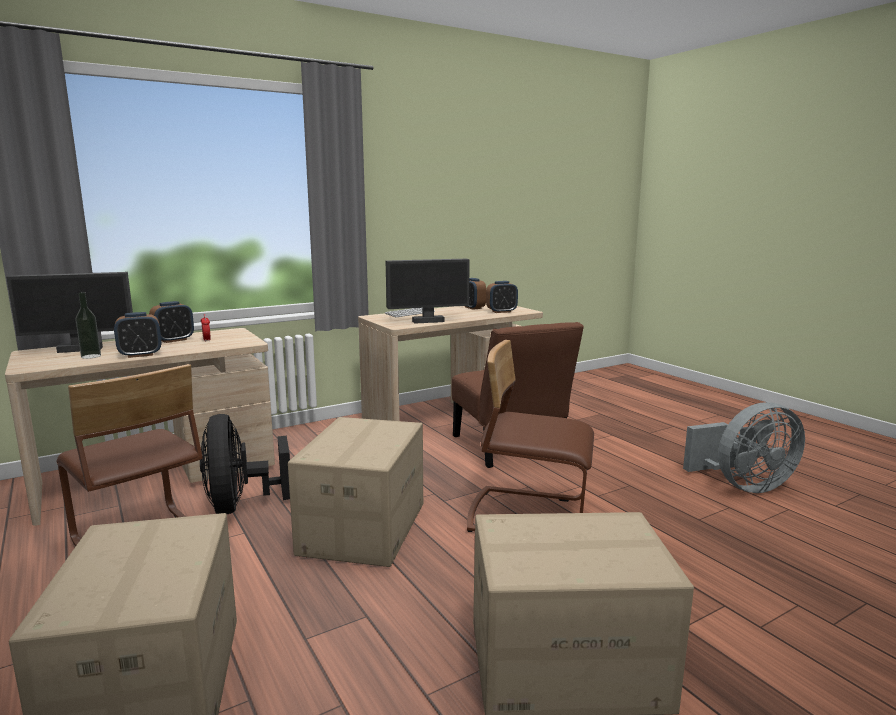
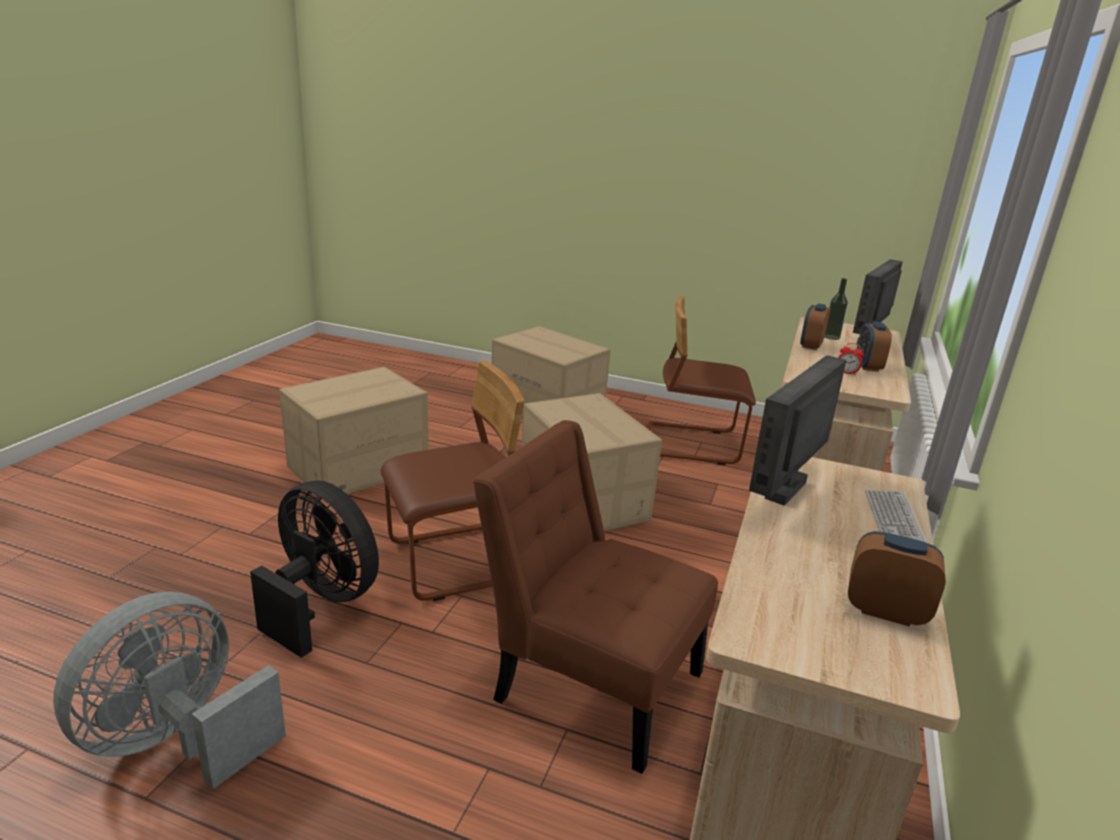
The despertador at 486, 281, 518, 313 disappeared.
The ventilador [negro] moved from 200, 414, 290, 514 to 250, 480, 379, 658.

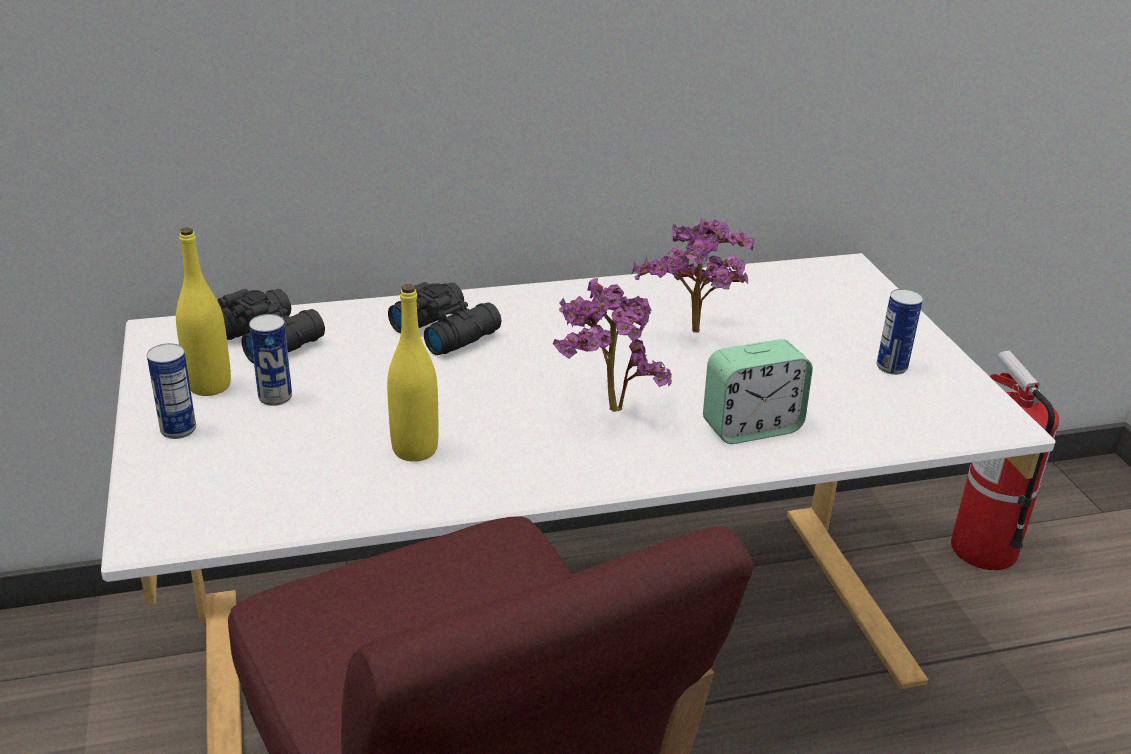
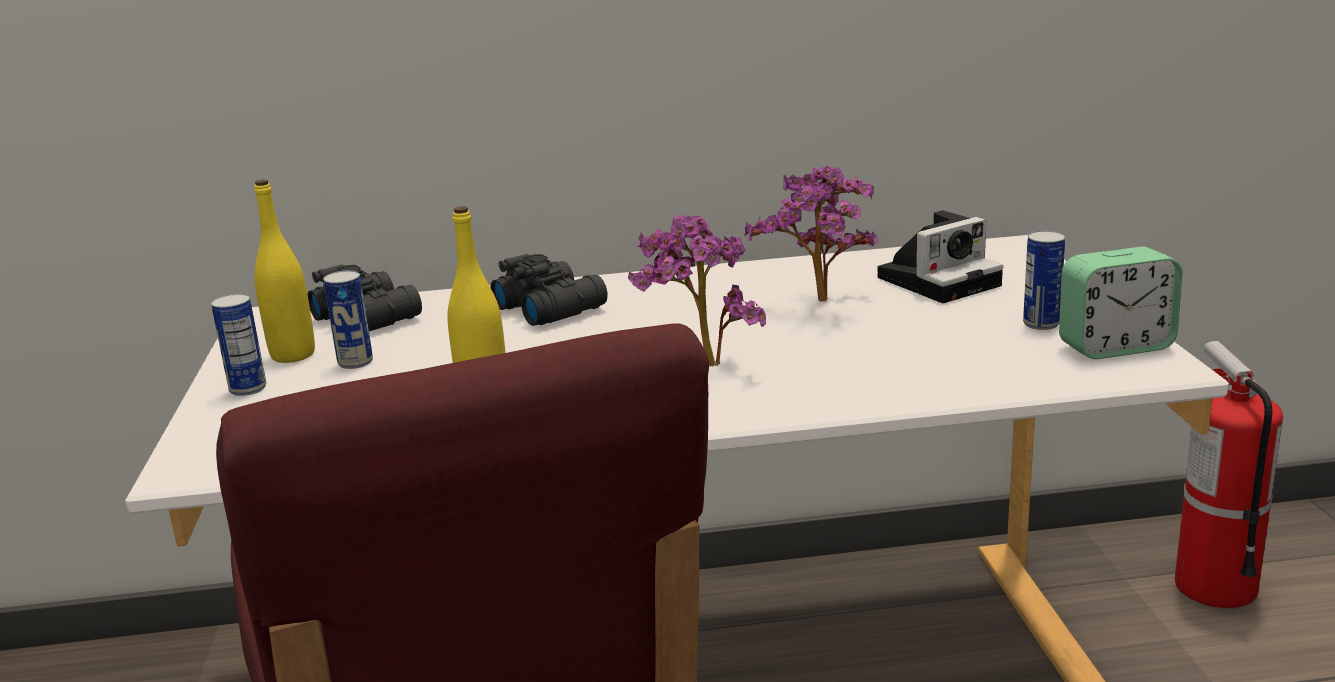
The despertador moved from 703, 339, 813, 444 to 1059, 247, 1182, 359.
The cámara at 878, 210, 1003, 303 appeared.

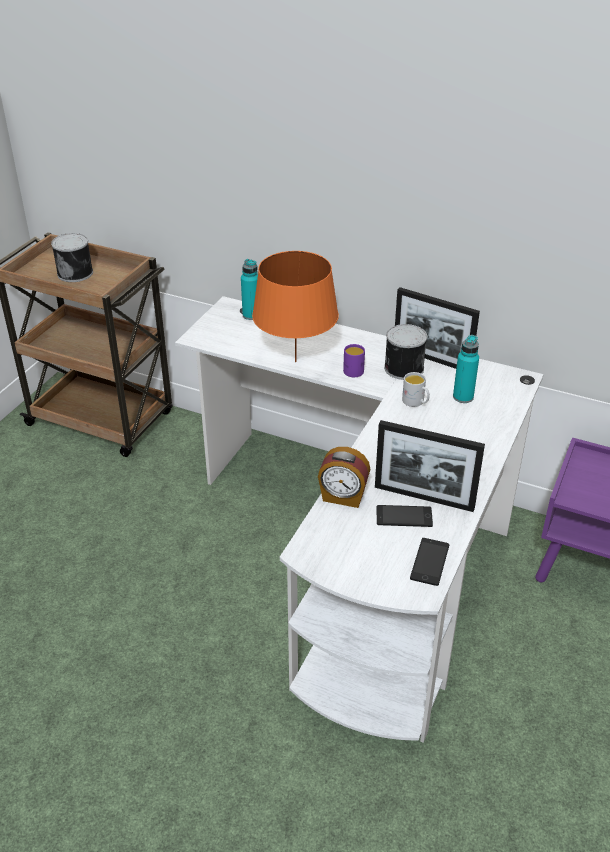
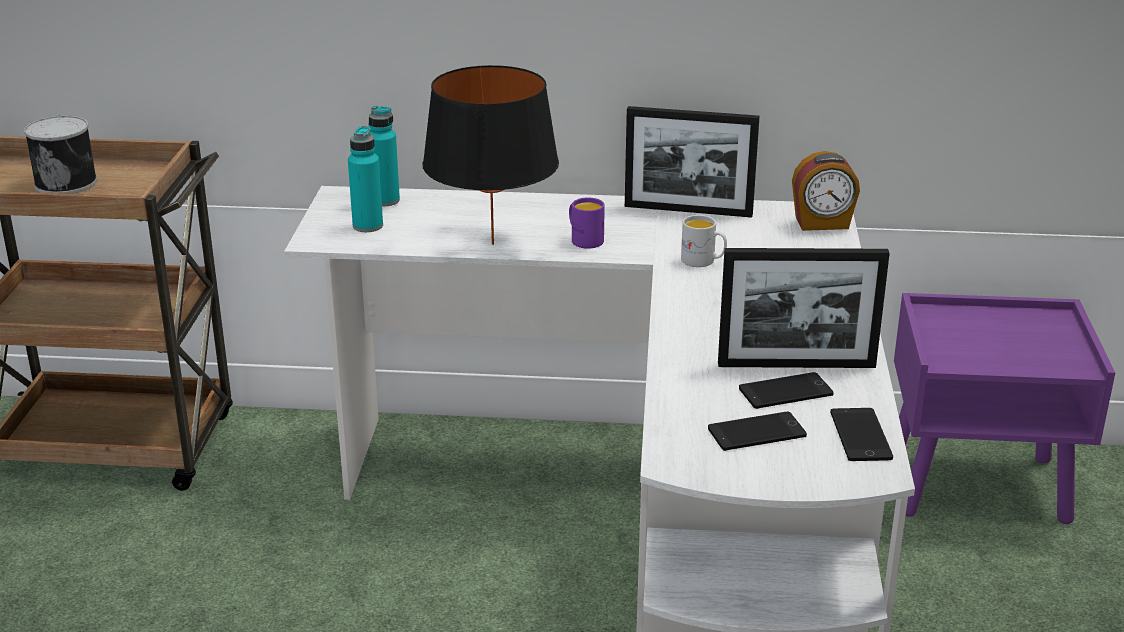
The lámpara de mesa [naranja] at 252, 251, 339, 362 became the lámpara de mesa [negro] at 423, 65, 559, 245.
The lata at 384, 324, 427, 380 disappeared.
The botella [turquesa] moved from 453, 335, 479, 403 to 348, 126, 383, 232.
The despertador moved from 318, 447, 370, 508 to 792, 151, 860, 231.
The móvil at 708, 411, 807, 451 appeared.

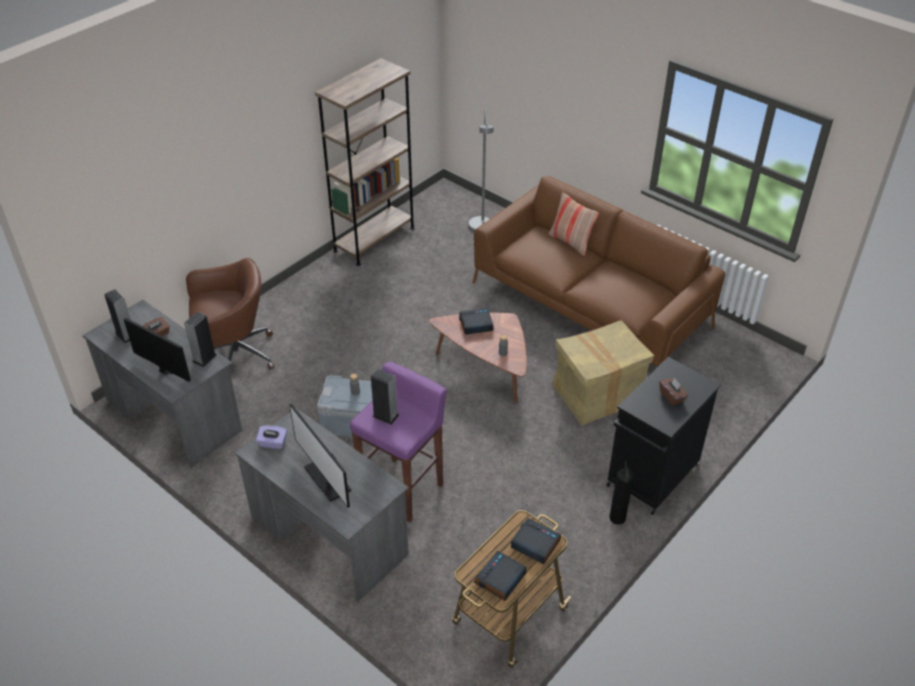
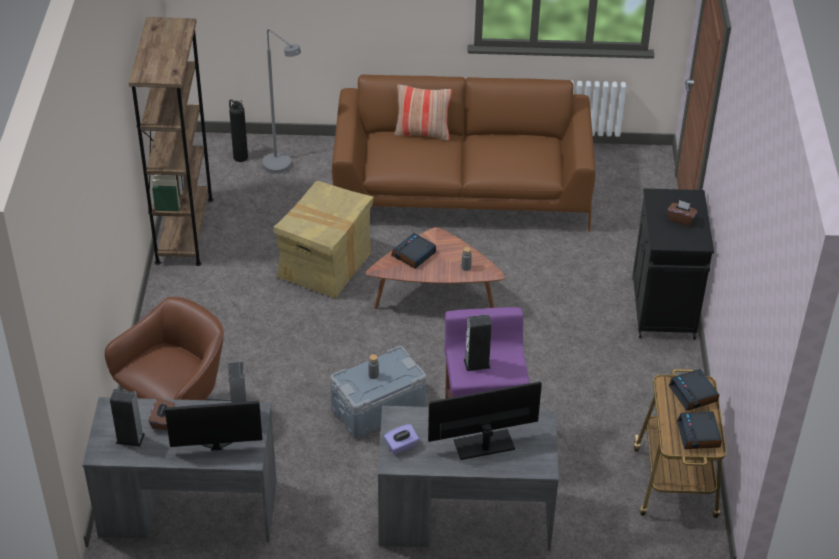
The caja de cartón moved from 552, 320, 654, 426 to 273, 181, 374, 299.
The monitor at 289, 404, 351, 508 turned 150 degrees clockwise.
The extintor moved from 610, 461, 634, 525 to 229, 99, 248, 162.
The despertador at 511, 518, 561, 564 turned 105 degrees counterclockwise.

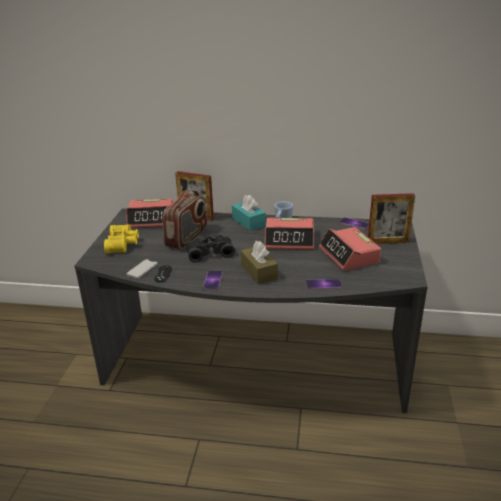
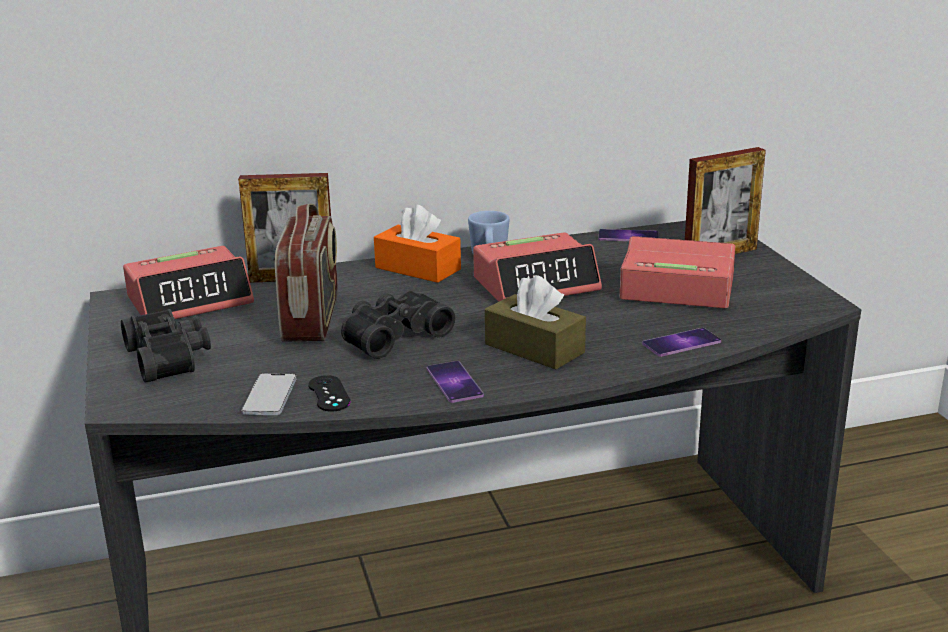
The caja de pañuelos [turquesa] at 232, 195, 266, 231 became the caja de pañuelos [naranja] at 374, 205, 461, 283.
The prismáticos [amarillo] at 104, 224, 139, 253 became the prismáticos [negro] at 121, 309, 211, 383.
The despertador at 319, 227, 381, 271 turned 150 degrees clockwise.

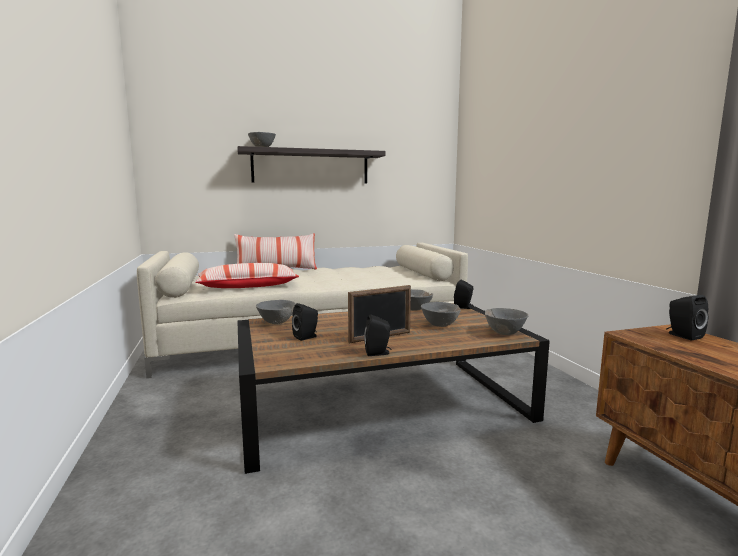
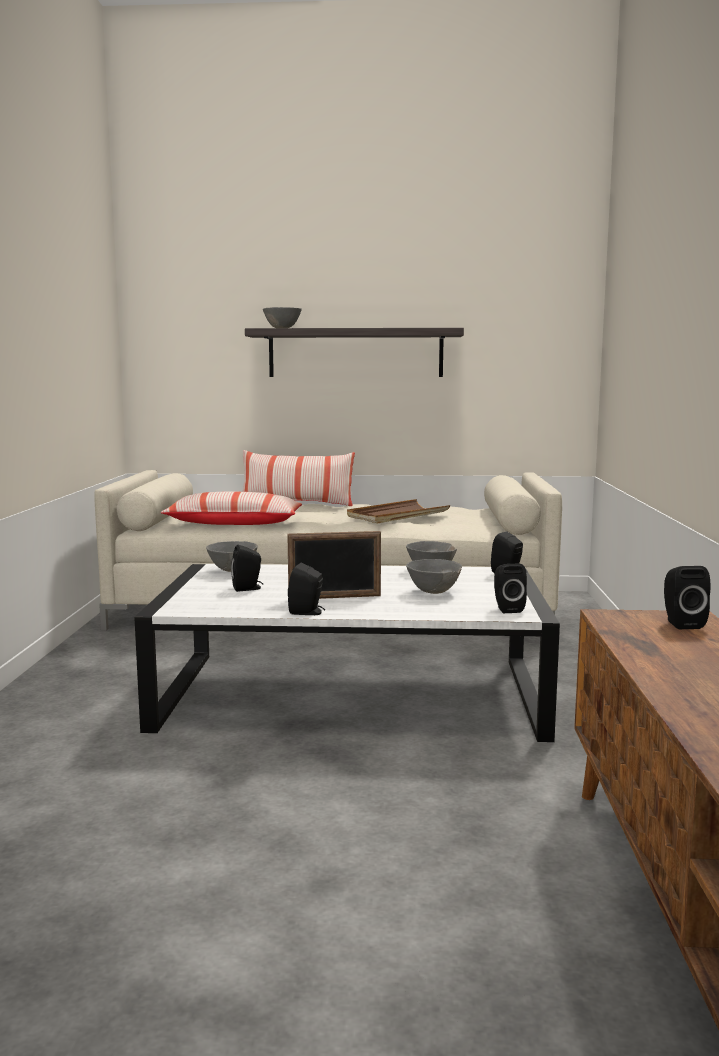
The mesa de centro [marrón] at 237, 303, 550, 474 became the mesa de centro [blanco] at 134, 564, 560, 742.
The cuenco [gris] at 485, 308, 529, 335 was replaced by the altavoz [negro] at 494, 564, 527, 613.
The bandeja [marrón] at 347, 499, 450, 523 appeared.

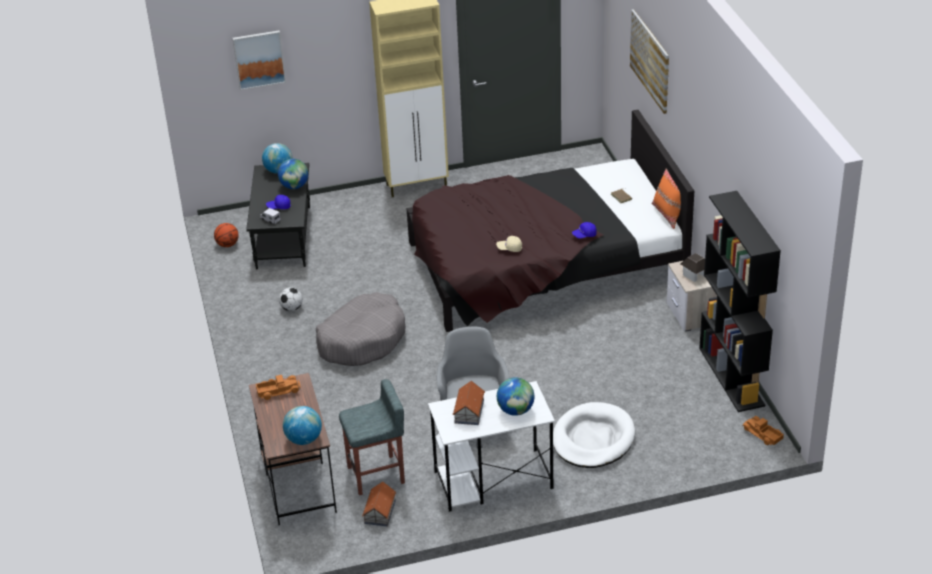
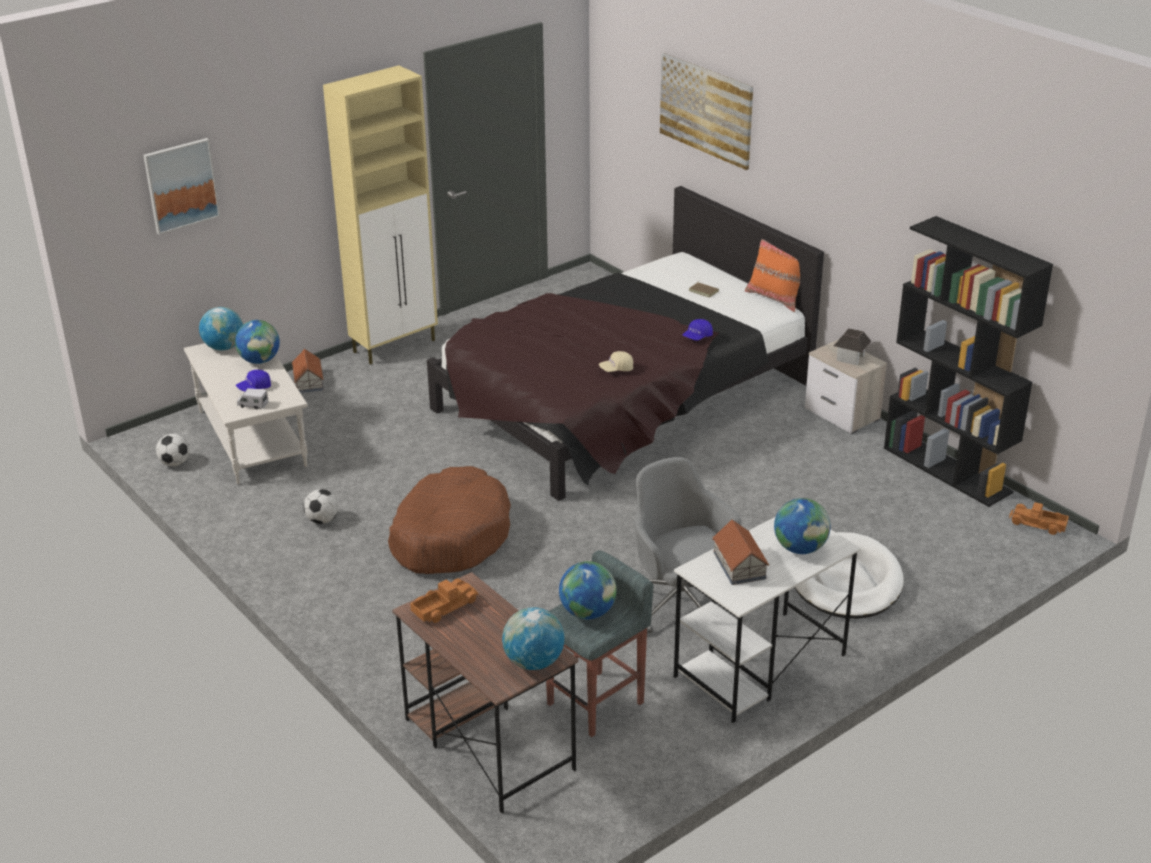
The mesa de centro [negro] at 246, 163, 310, 269 became the mesa de centro [blanco] at 184, 343, 308, 484.
The balón de baloncesto at 214, 223, 239, 247 was replaced by the balón de fútbol at 156, 434, 190, 466.
The cama para perro [gris] at 316, 292, 406, 366 became the cama para perro [marrón] at 388, 466, 511, 574.
The casita moved from 362, 482, 396, 526 to 292, 349, 324, 393.
The globo terráqueo at 559, 561, 617, 619 appeared.

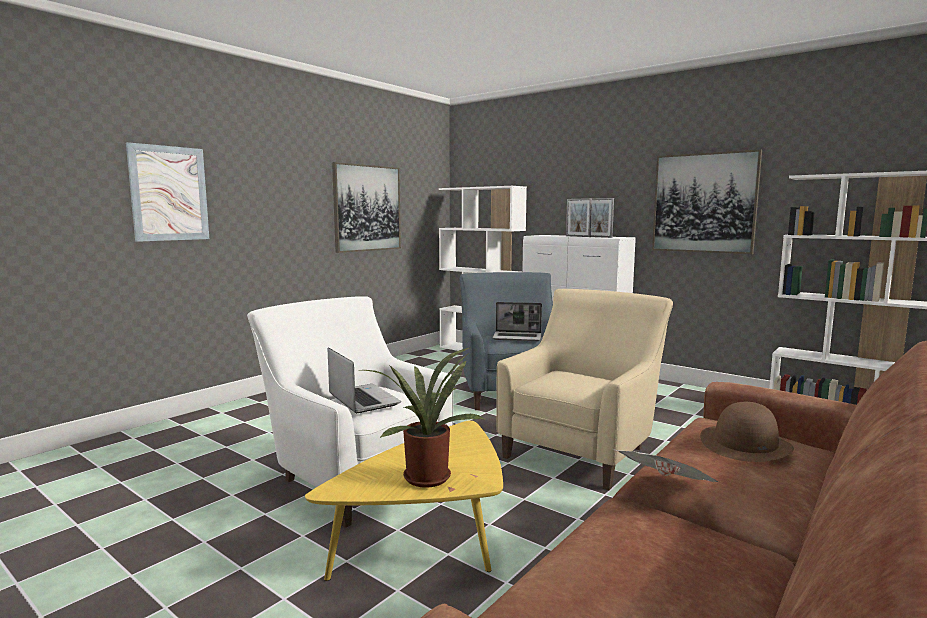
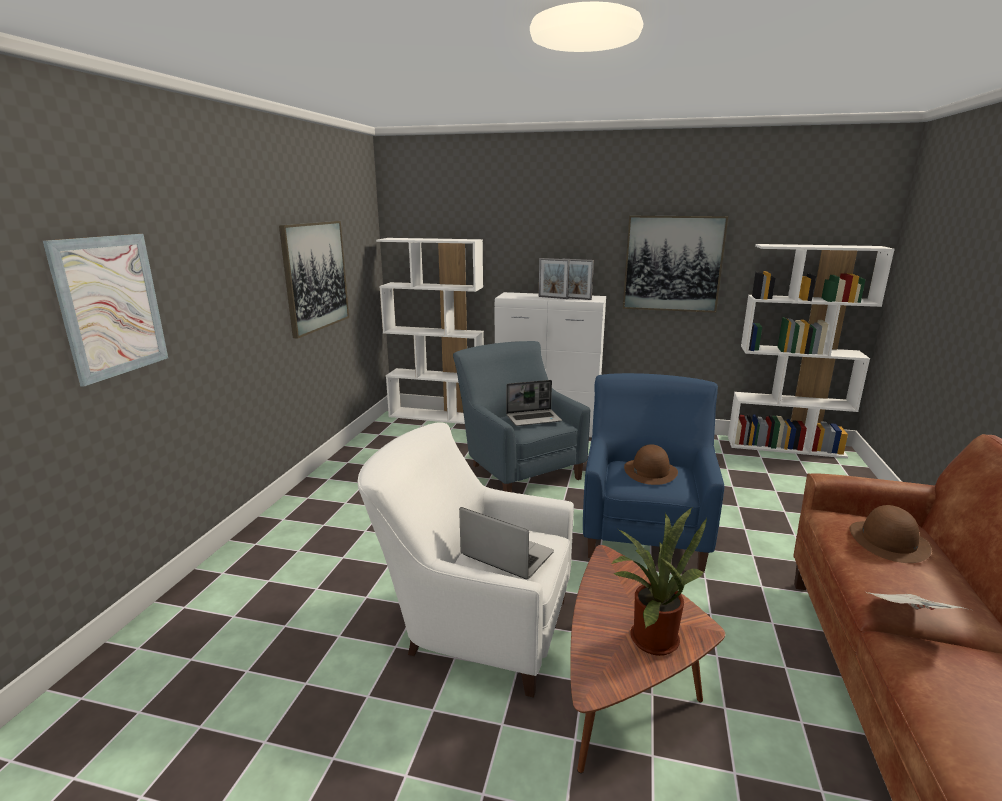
The sillón [beis] at 496, 289, 673, 490 became the sillón [azul] at 583, 373, 724, 572.
The mesa de centro [amarillo] at 305, 421, 503, 581 became the mesa de centro [marrón] at 570, 545, 725, 773.
The sombrero [marrón] at 624, 444, 678, 485 appeared.

